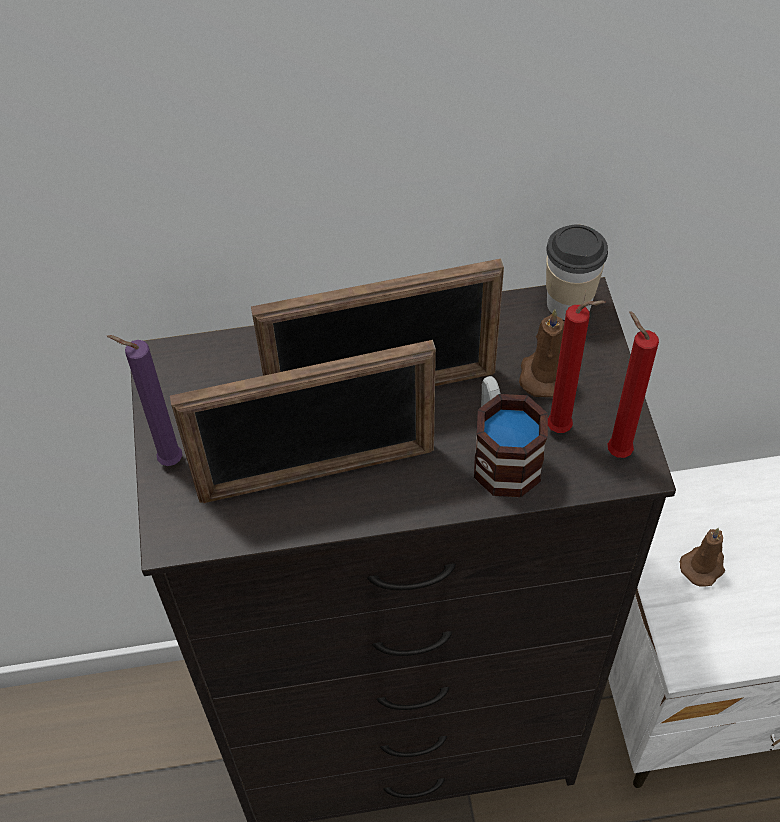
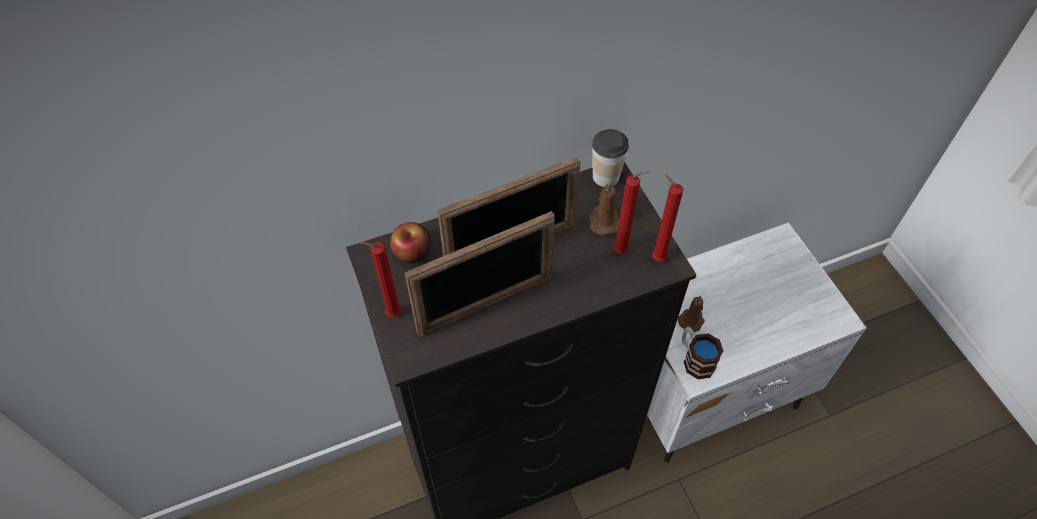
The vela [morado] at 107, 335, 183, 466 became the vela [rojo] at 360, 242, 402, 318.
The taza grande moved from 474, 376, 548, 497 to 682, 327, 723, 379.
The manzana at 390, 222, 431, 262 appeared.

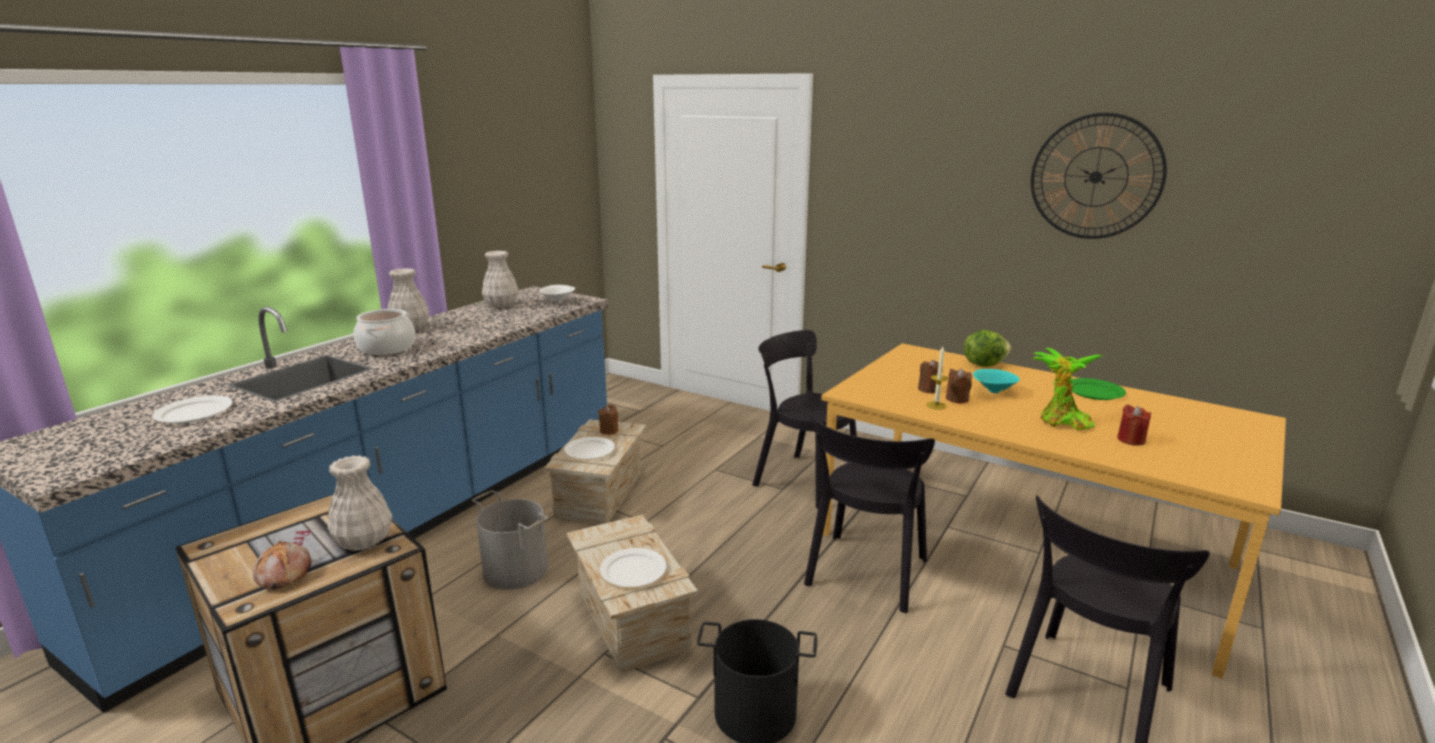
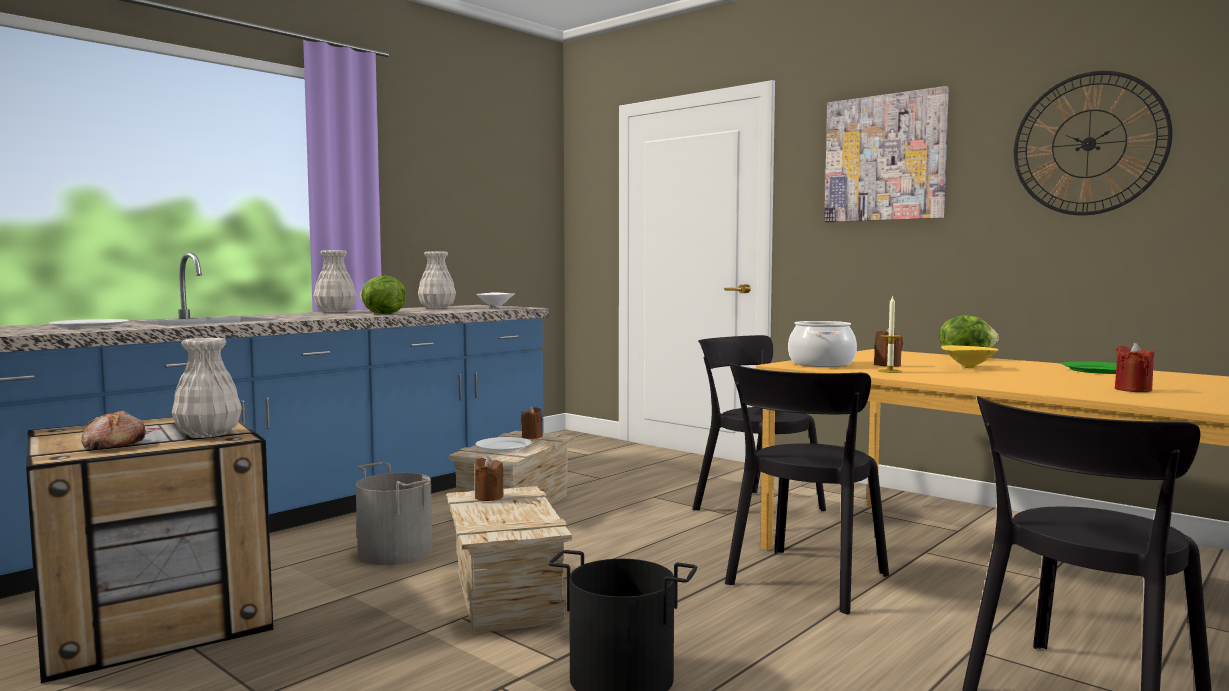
The olla moved from 354, 309, 415, 355 to 788, 321, 857, 367.
The planta en maceta at 1032, 348, 1103, 430 disappeared.
The vela [marrón] moved from 946, 368, 972, 404 to 475, 456, 504, 501.
The cuenco [turquesa] at 973, 369, 1020, 393 became the cuenco [amarillo] at 941, 345, 999, 368.
The plato [blanco] at 600, 548, 667, 587 disappeared.
The cuadro at 824, 86, 949, 222 appeared.
The lechuga at 360, 276, 406, 314 appeared.

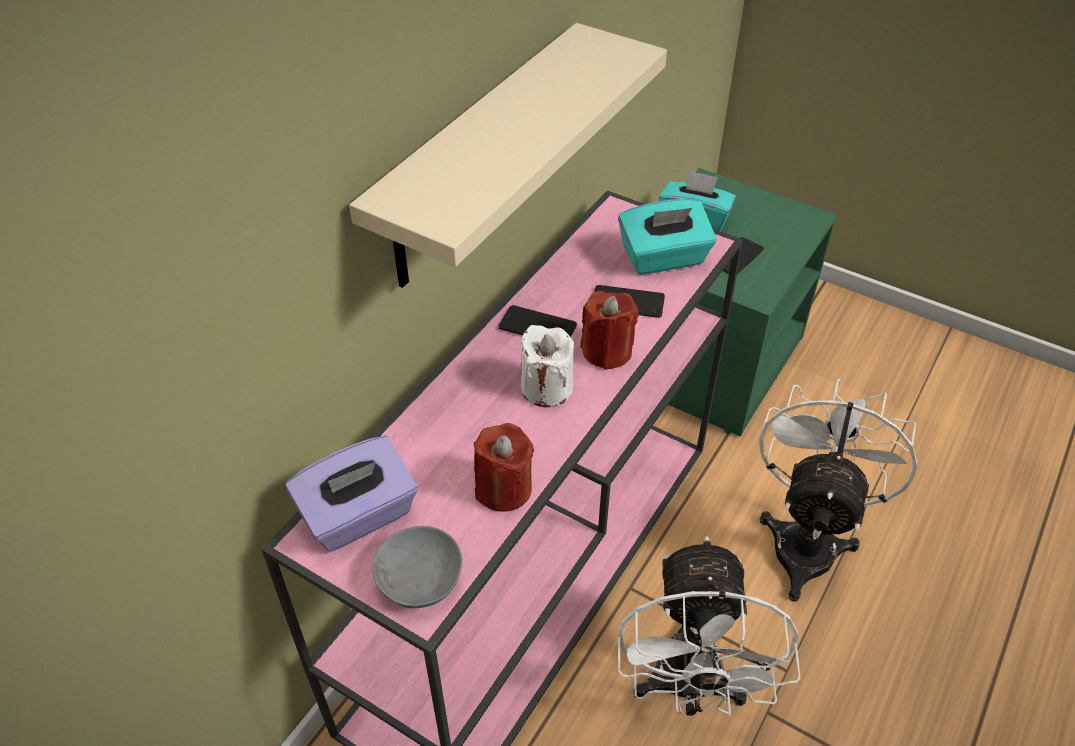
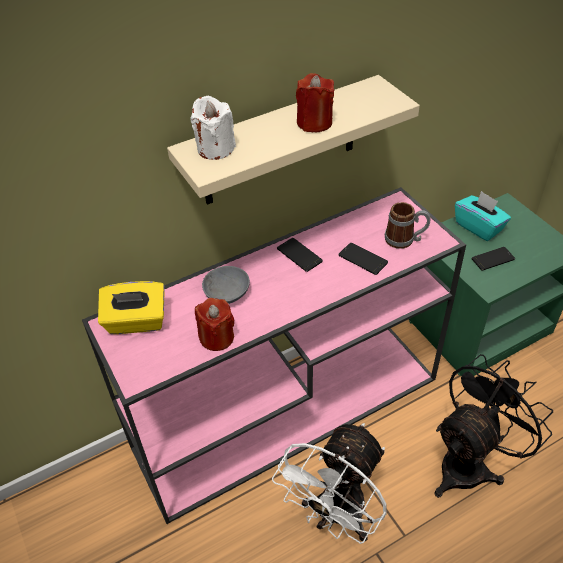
The caja de pañuelos [turquesa] at 618, 199, 717, 275 was replaced by the taza grande at 385, 202, 431, 249.
The vela [rojo] moved from 580, 291, 639, 370 to 296, 73, 335, 132.
The vela [blanco] moved from 520, 325, 574, 407 to 190, 96, 236, 160.
The ventilador [blanco] at 759, 378, 917, 602 became the ventilador [negro] at 434, 354, 553, 498.
The caja de pañuelos [morado] at 285, 436, 418, 551 became the caja de pañuelos [amarillo] at 98, 281, 165, 334.
The cuenco [gris] moved from 372, 526, 462, 608 to 202, 266, 250, 304.

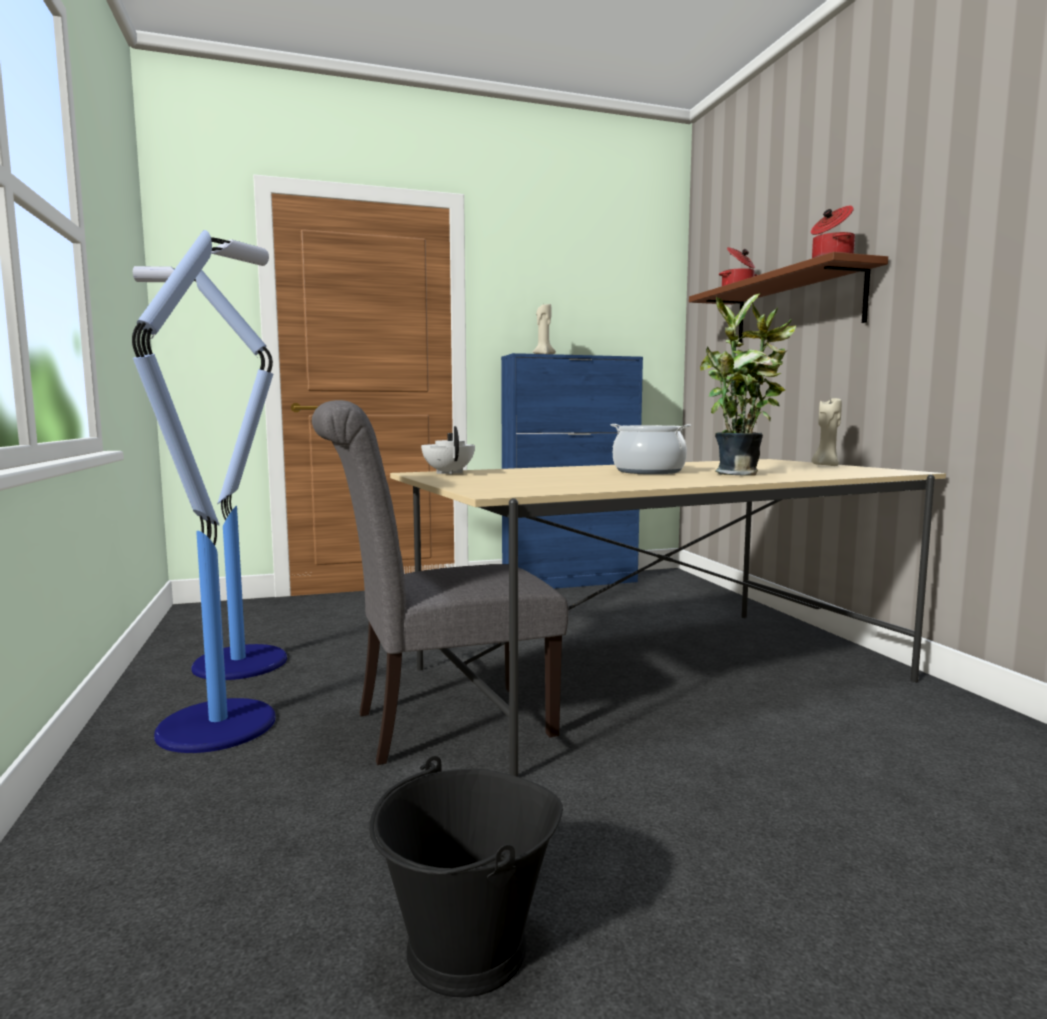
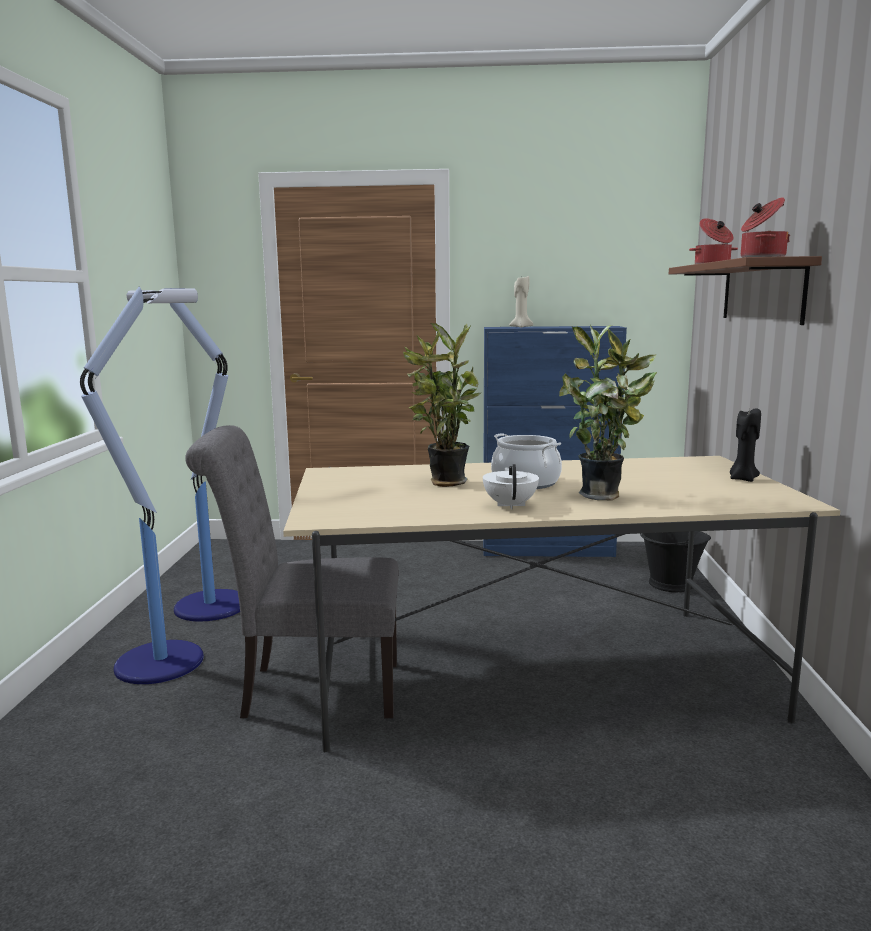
The vela [beis] at 812, 398, 842, 466 became the vela [negro] at 730, 408, 761, 482.
The tetera [blanco] moved from 421, 426, 475, 474 to 483, 464, 539, 510.
The cubo [negro] moved from 369, 756, 563, 997 to 640, 531, 711, 592.
The planta en maceta at 403, 323, 482, 487 appeared.

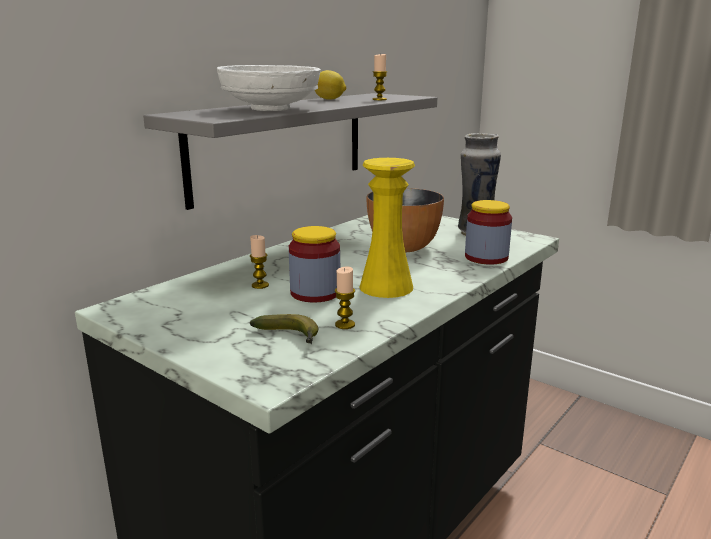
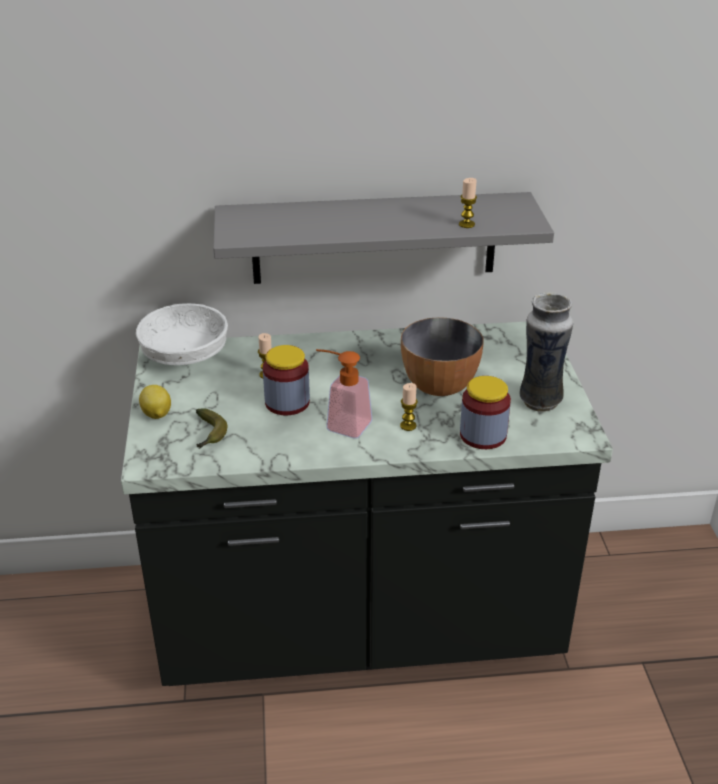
The cuenco [blanco] moved from 217, 65, 321, 111 to 136, 303, 228, 365.
The limón moved from 315, 70, 346, 100 to 139, 385, 171, 419.
The florero [amarillo] at 359, 158, 415, 298 was replaced by the dispensador de jabón at 316, 349, 372, 438.
The vela moved from 335, 267, 355, 329 to 400, 383, 418, 431.

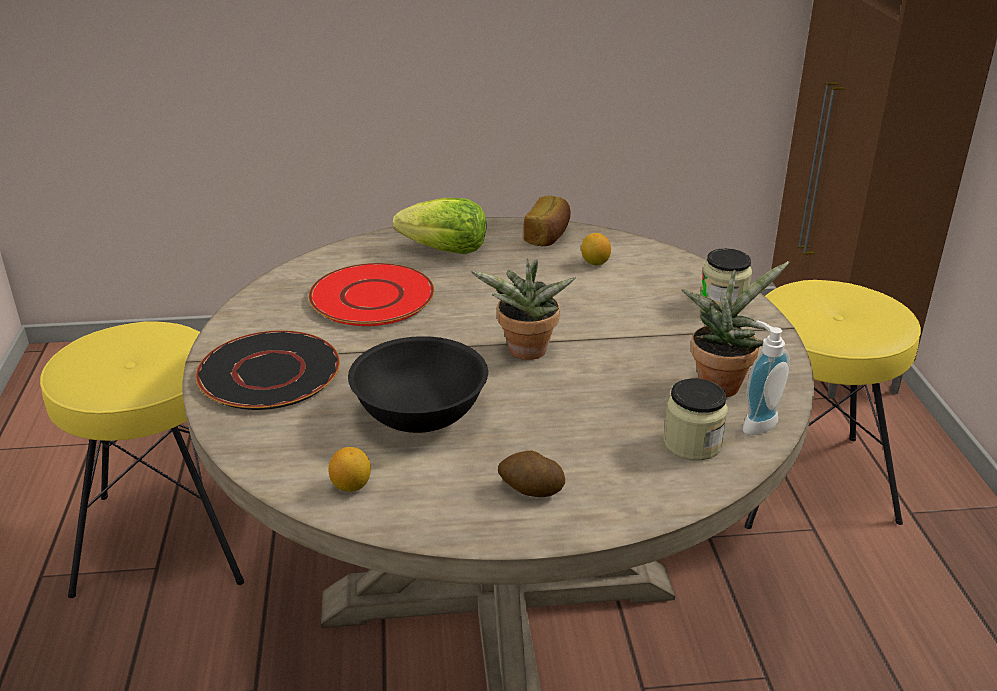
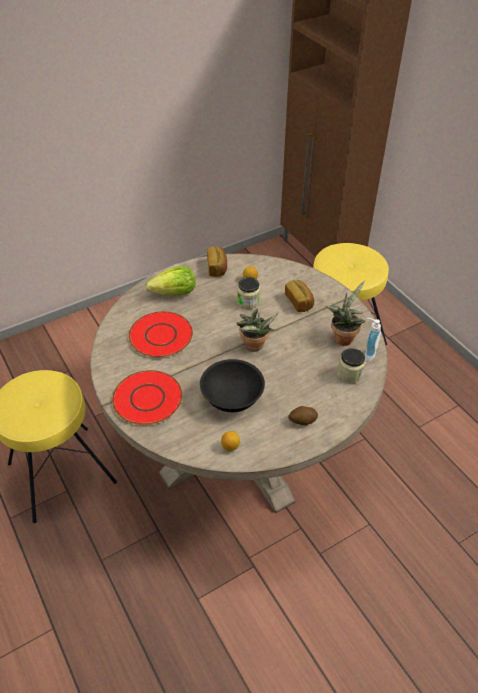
The tarro moved from 700, 248, 752, 310 to 237, 277, 260, 309.
The plato [negro] at 196, 330, 340, 410 became the plato [rojo] at 112, 370, 183, 425.
The pan at 285, 280, 314, 312 appeared.

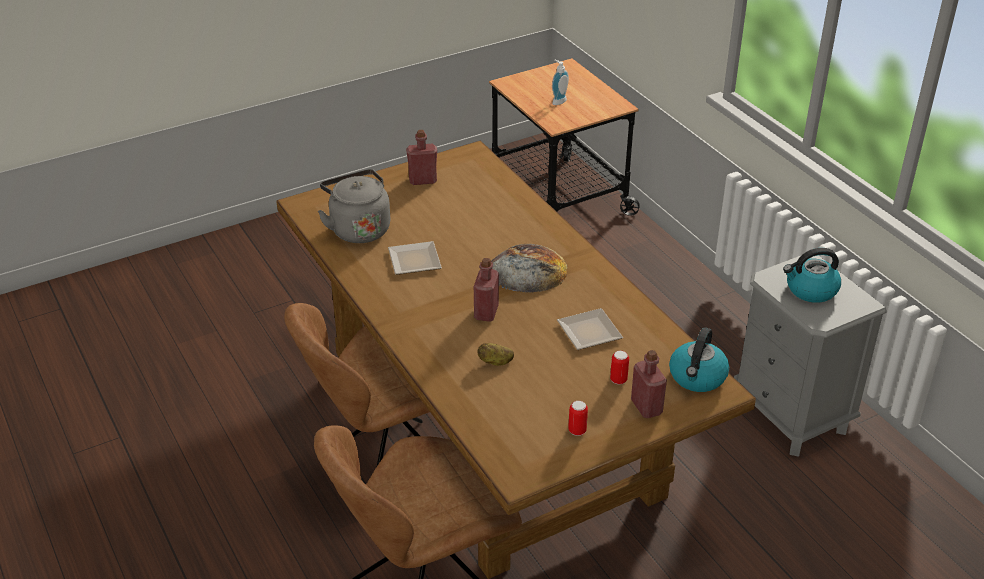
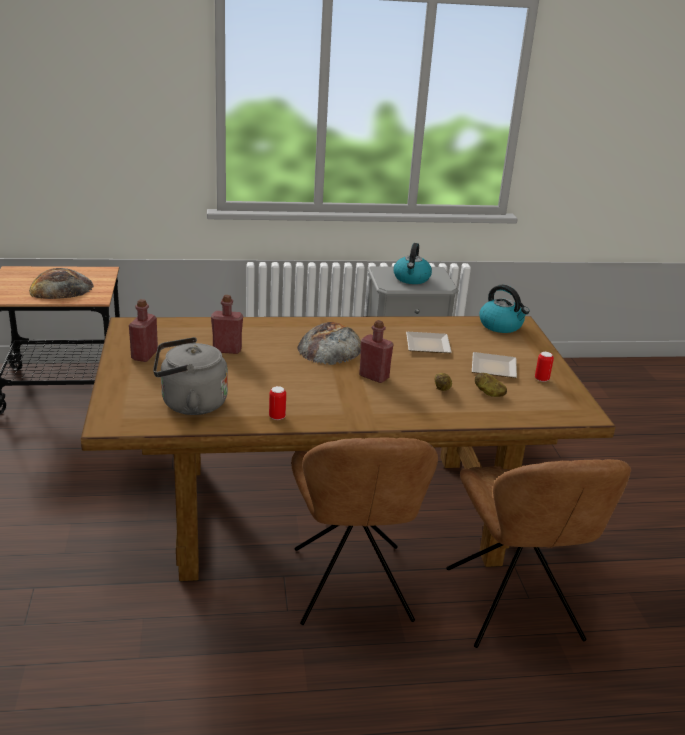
The dispensador de jabón at 552, 60, 569, 105 was replaced by the pan at 29, 268, 93, 299.
The plato moved from 388, 241, 442, 275 to 472, 352, 517, 378.
The botella [rojo] moved from 631, 350, 667, 418 to 211, 295, 243, 354.
The lata moved from 610, 351, 629, 384 to 269, 386, 286, 420.
The patata at 475, 373, 507, 397 appeared.

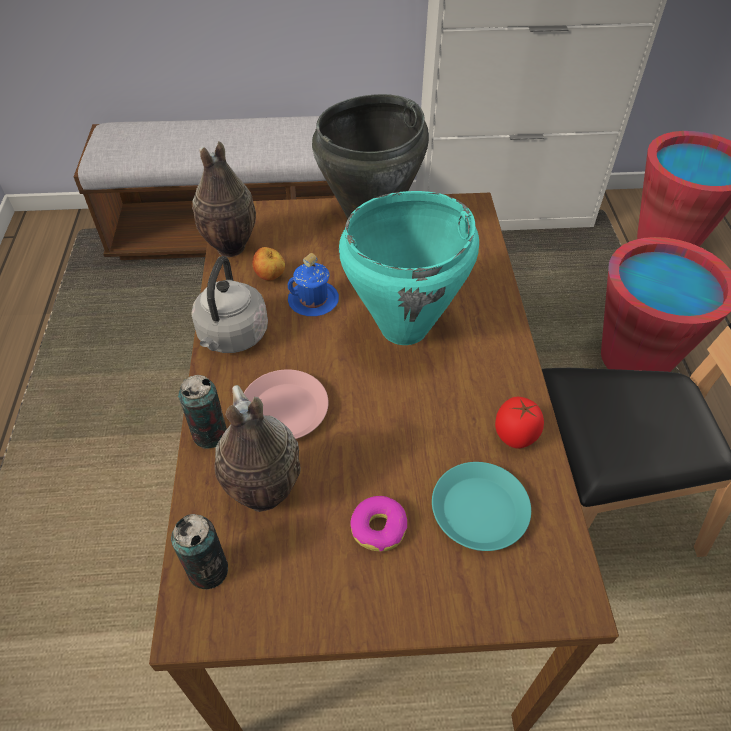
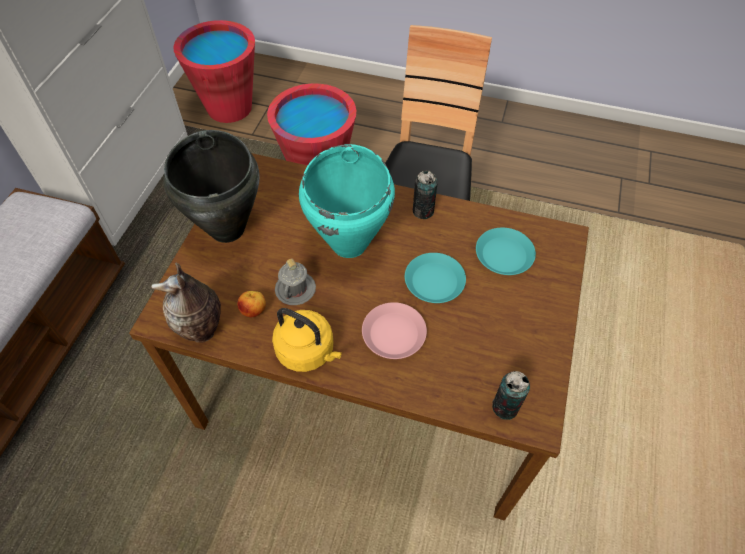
The taza grande [azul] at 288, 253, 339, 316 became the taza grande [gris] at 275, 259, 316, 305.
The hervidor [gris] at 191, 256, 268, 353 became the hervidor [amarillo] at 272, 308, 342, 372.
The lata moved from 178, 375, 227, 449 to 413, 170, 438, 219.
The florero at 214, 385, 301, 512 disappeared.
The tomate at 495, 397, 544, 448 disappeared.
The rosquilla at 350, 496, 407, 552 disappeared.
The plato [turquesa] at 405, 253, 466, 303 appeared.

